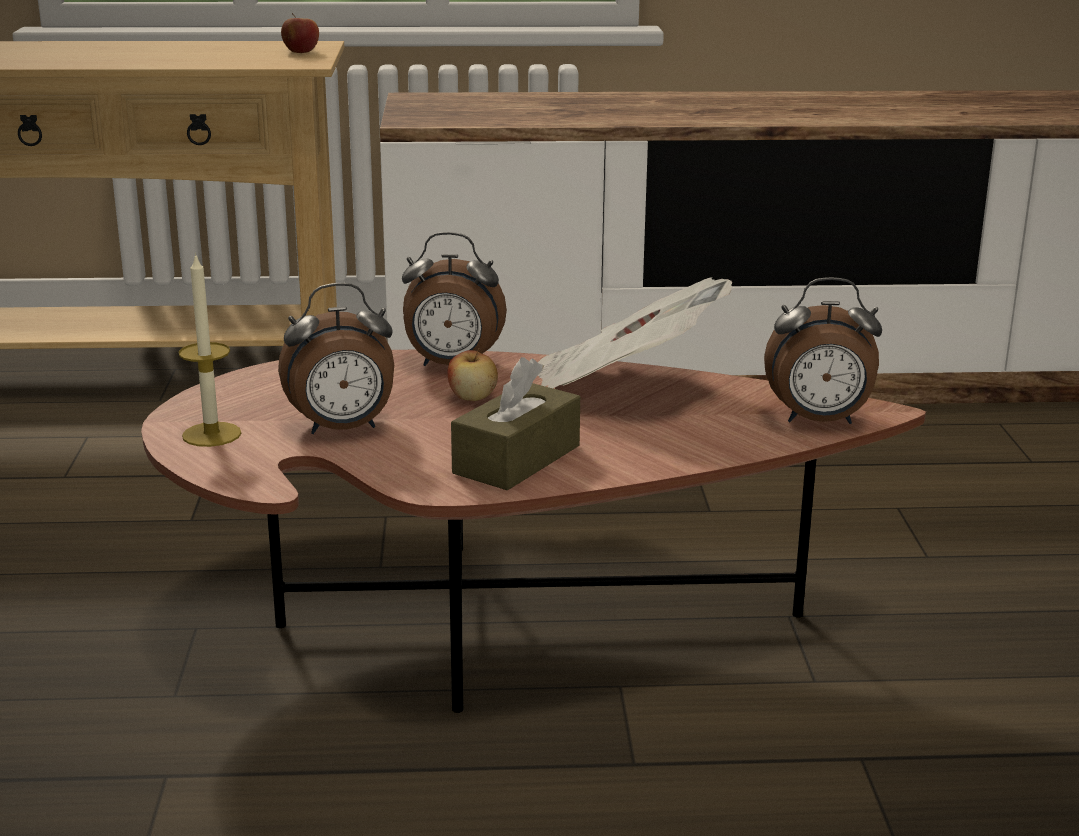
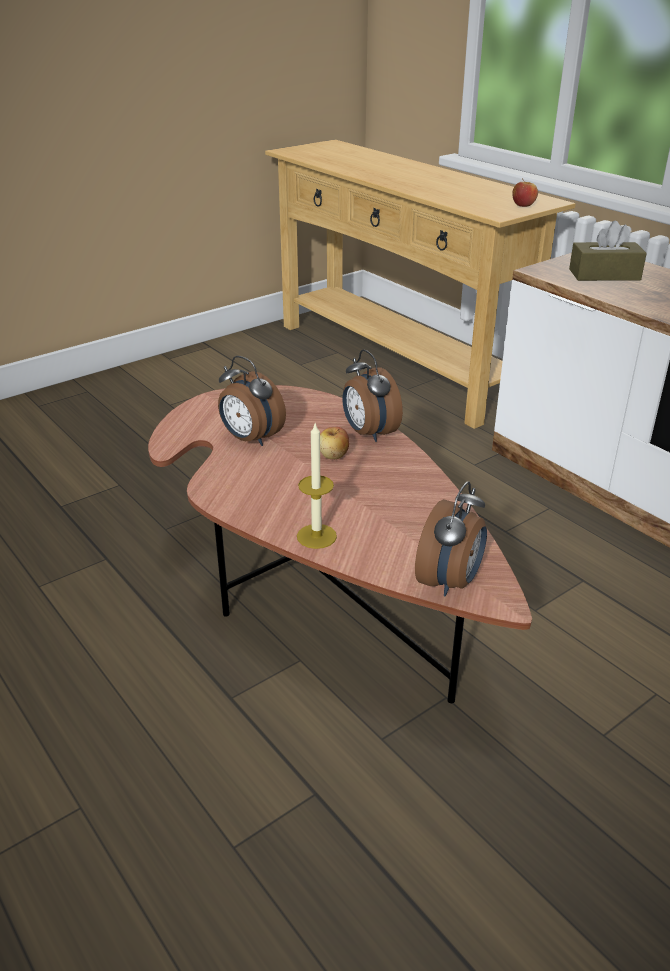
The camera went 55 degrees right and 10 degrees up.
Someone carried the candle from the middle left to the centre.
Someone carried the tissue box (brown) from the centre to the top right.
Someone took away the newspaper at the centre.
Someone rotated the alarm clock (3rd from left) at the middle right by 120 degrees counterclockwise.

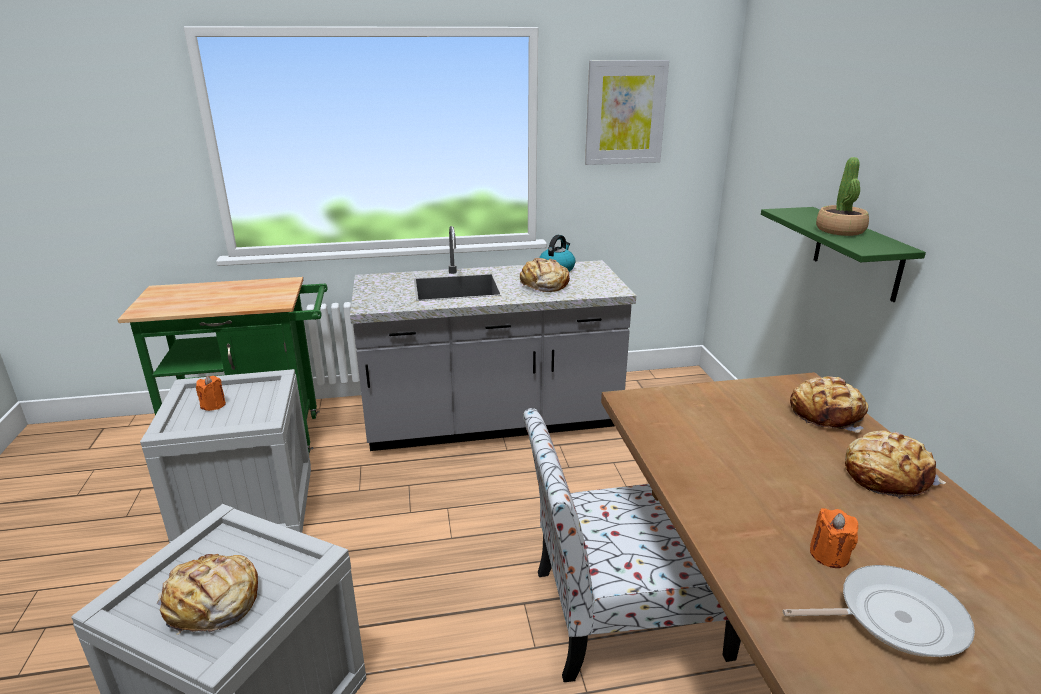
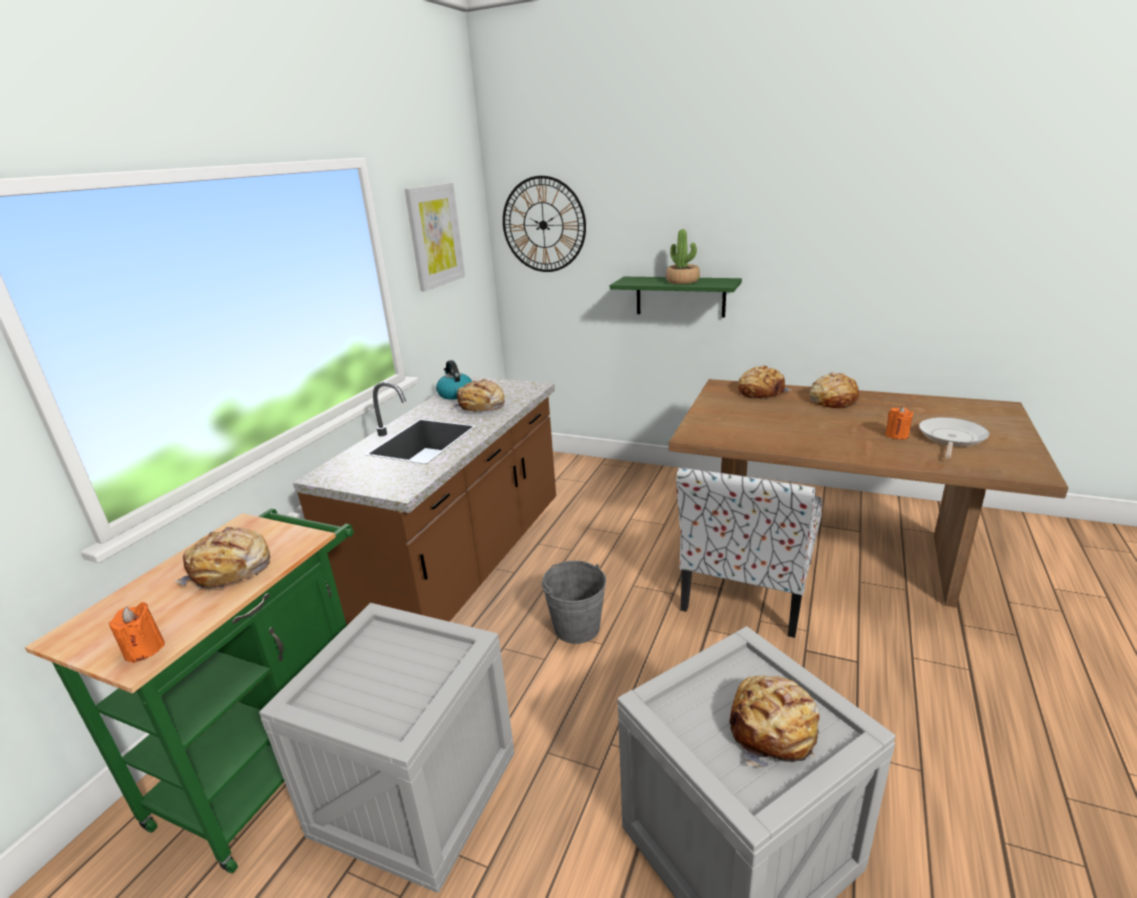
The camera went 55 degrees left and 0 degrees up.
Someone carried the candle (orange) (1st from left) from the middle left to the bottom left.
Someone repainted the counter (grey) at the centre, which became the counter (brown) at the centre.
Someone put down the bread (1st from left) at the middle left.
Someone put up the wall clock at the top centre.
Someone put down the bucket (grey) at the bottom centre.

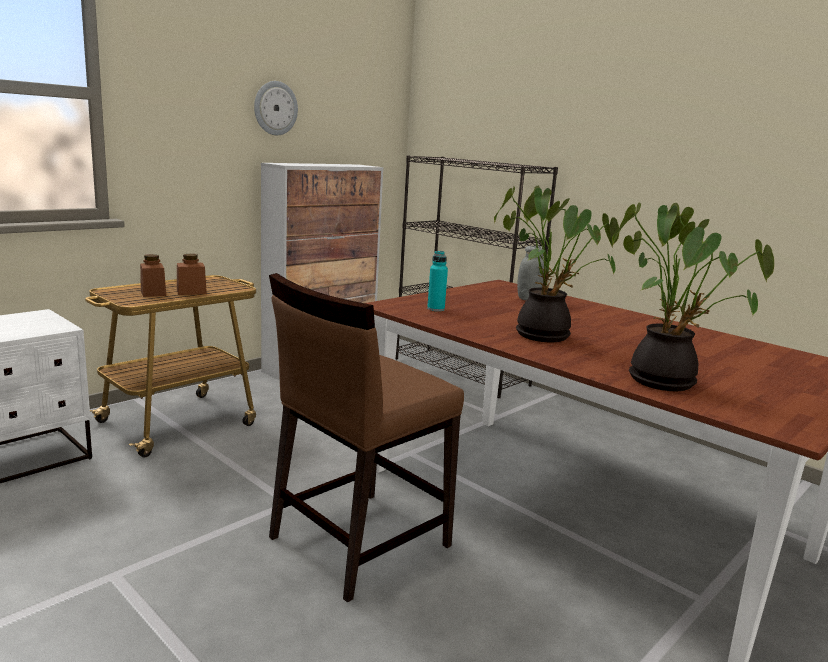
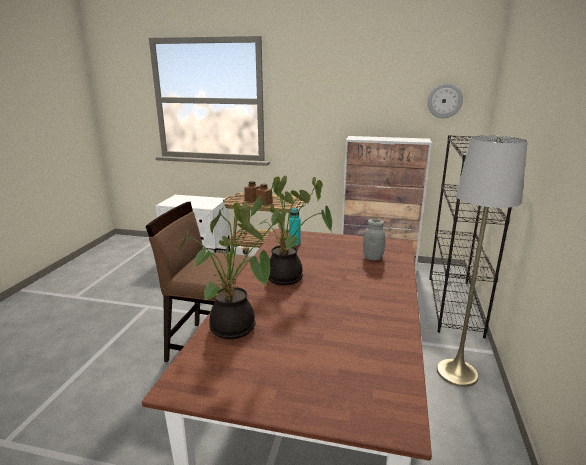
The camera went 60 degrees right and 5 degrees up.
Someone carried the wall clock from the top centre to the top right.
Someone put down the floor lamp (grey) at the middle right.

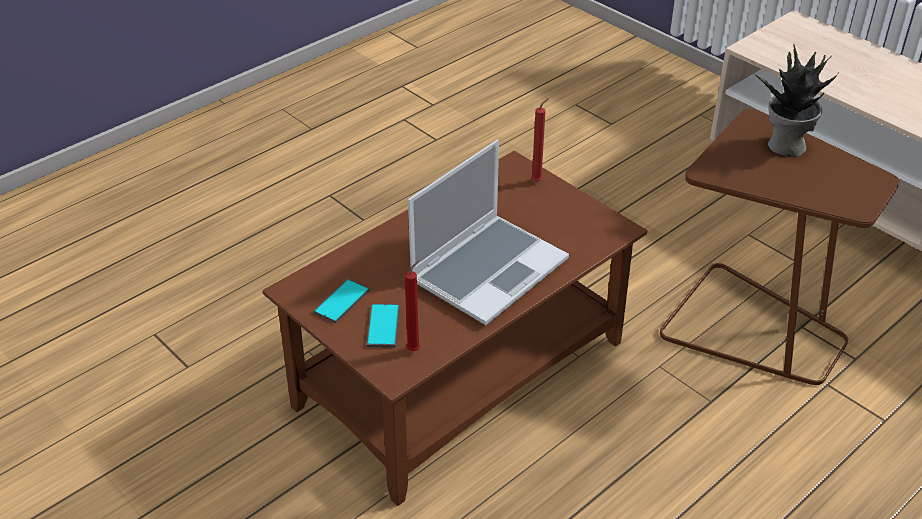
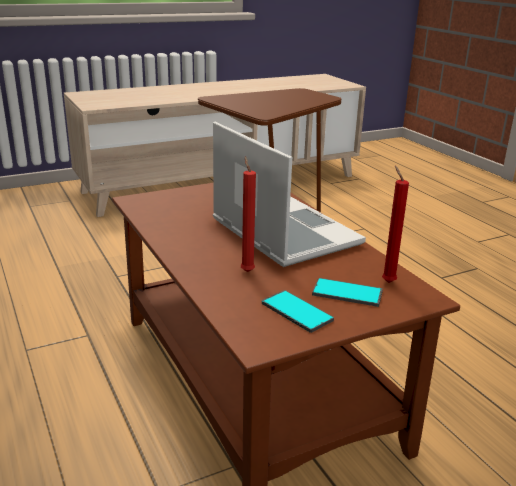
The camera went 75 degrees left and 15 degrees down.
Someone carried the candle (red) (2nd from left in the first image) from the top centre to the centre.
Someone took away the potted plant at the top right.

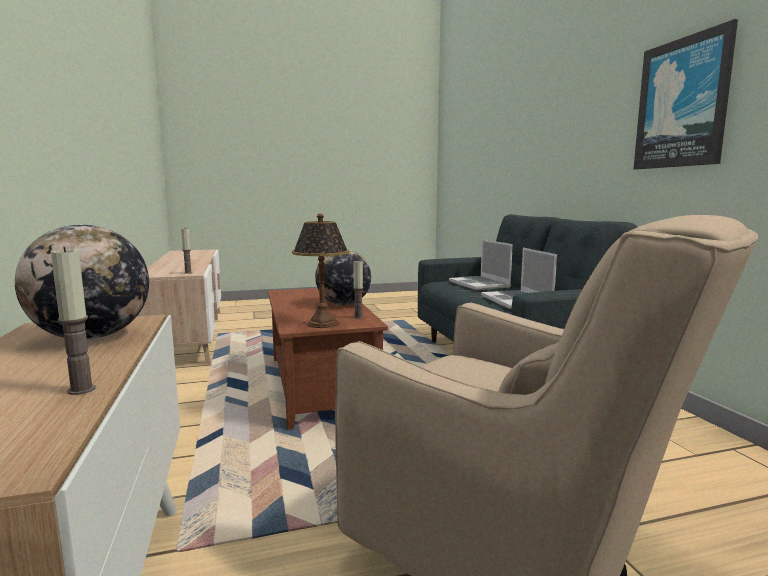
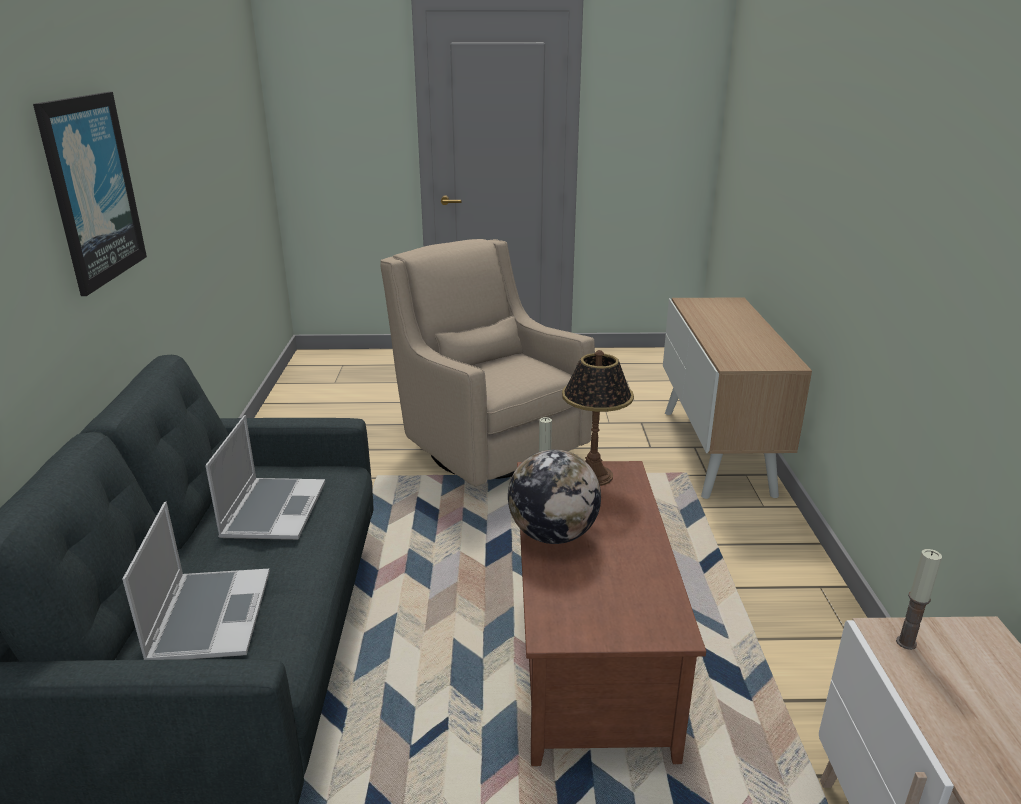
The camera went 165 degrees left and 15 degrees up.
Someone took away the globe (1st from left) at the middle left.
Someone took away the candle (1st from left) at the middle left.

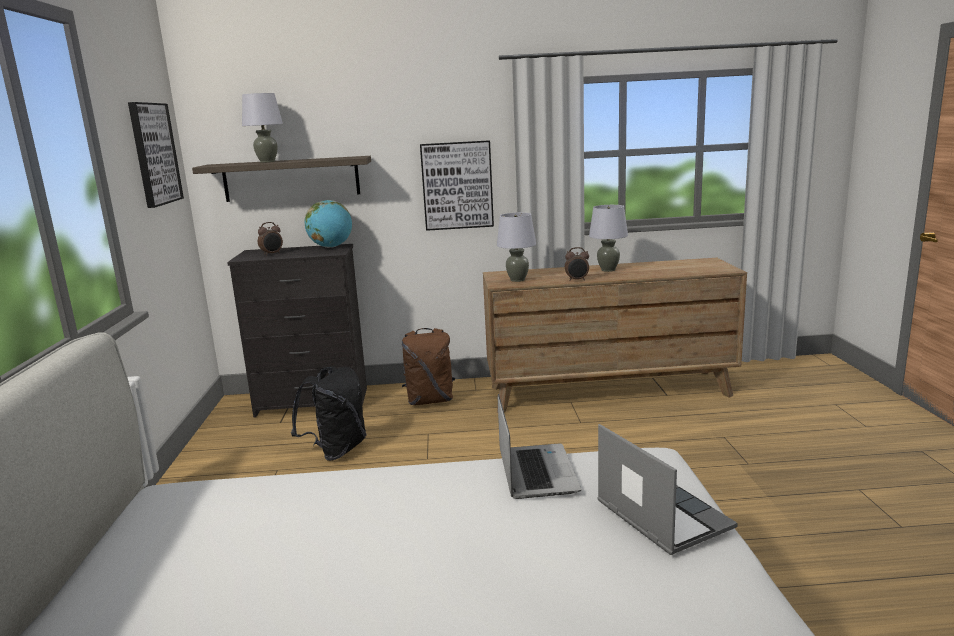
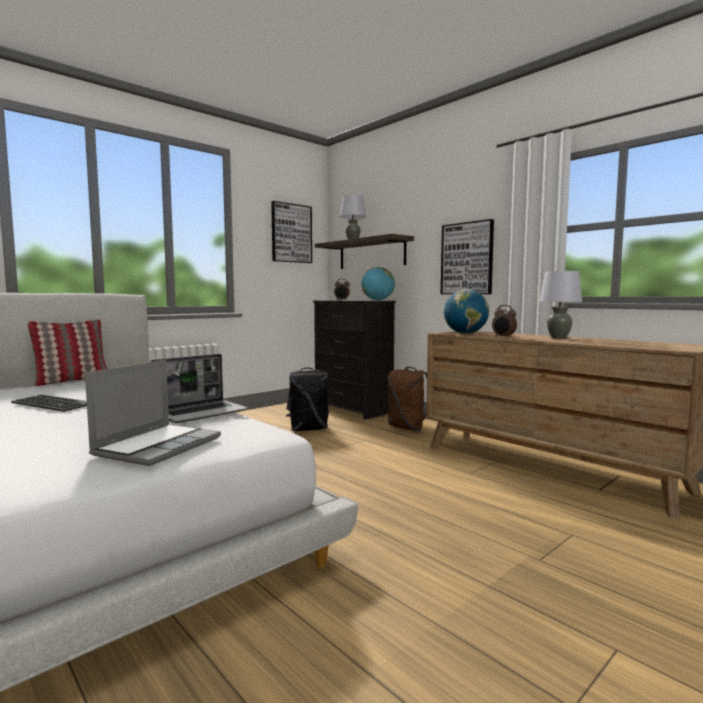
The camera went 50 degrees right and 10 degrees down.
Someone swapped the table lamp (grey) (2nd from left) at the centre for the globe (2nd from left) at the centre.
Someone put down the keyboard at the middle left.
Someone put down the pillow at the middle left.

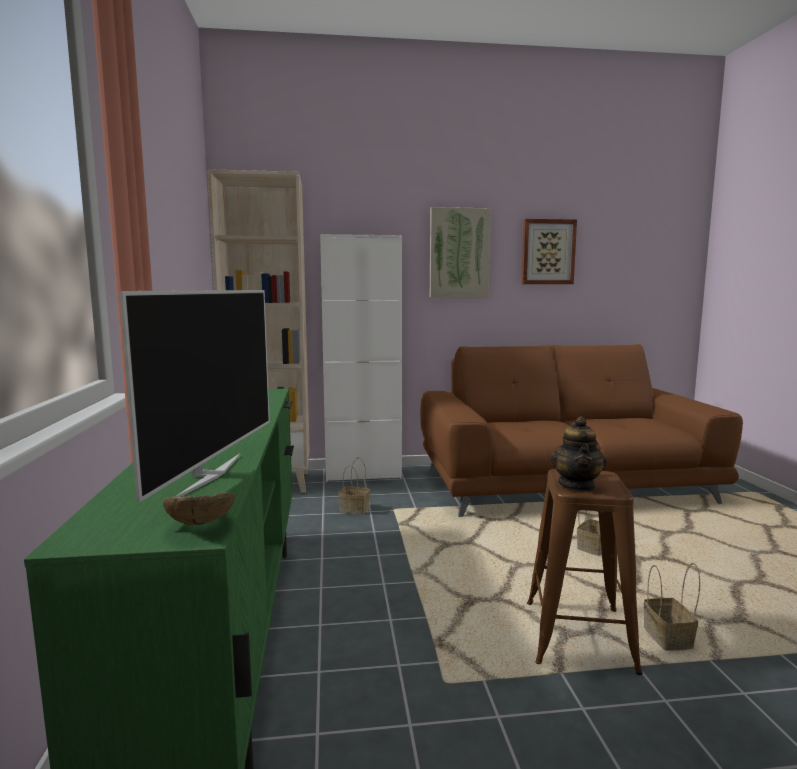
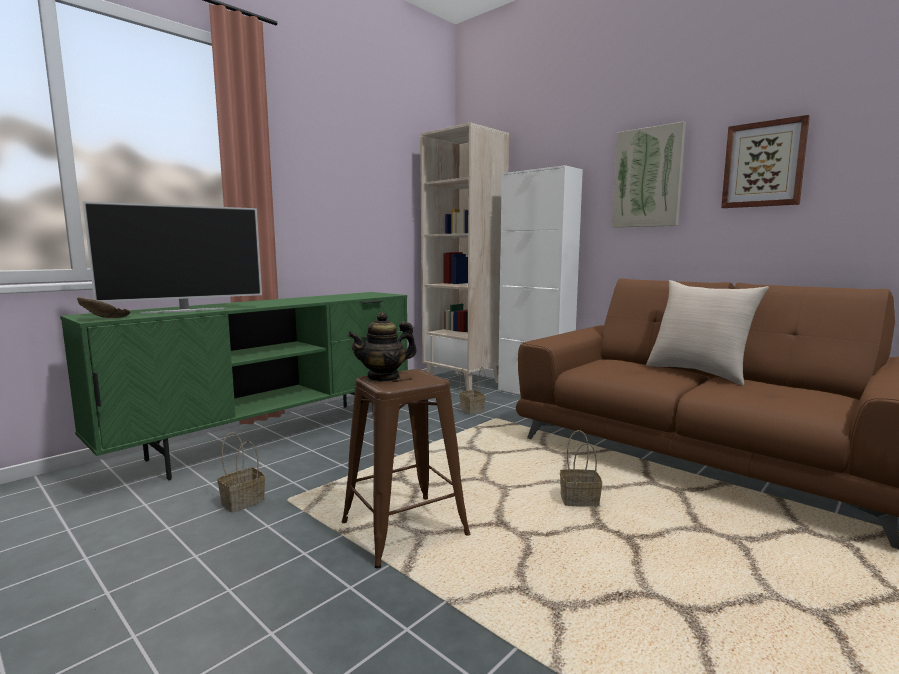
The camera went 50 degrees right and 0 degrees up.
Someone carried the basket (3rd from left in the first image) from the bottom right to the bottom left.
Someone put down the pillow (beige) at the middle right.

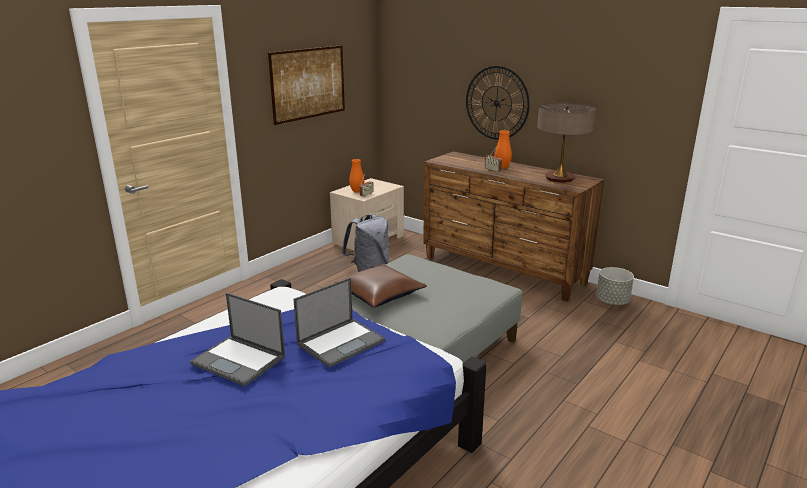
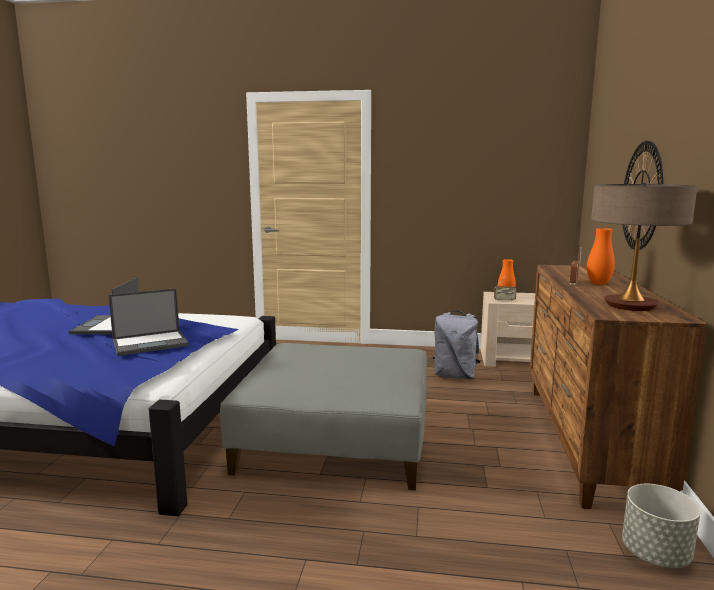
The camera went 60 degrees right and 10 degrees down.
Someone took away the picture at the top centre.
Someone rotated the laptop (2nd from left) at the centre by 45 degrees counterclockwise.
Someone took away the pillow (brown) at the centre.

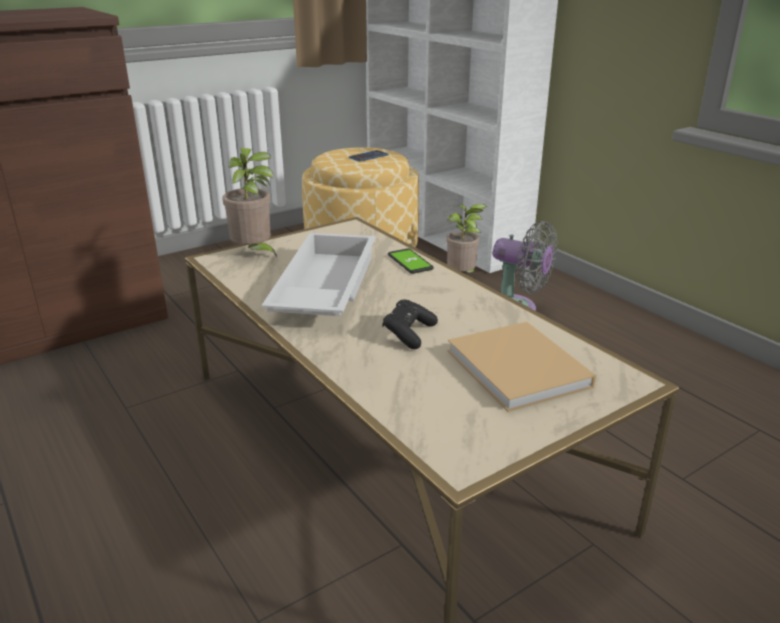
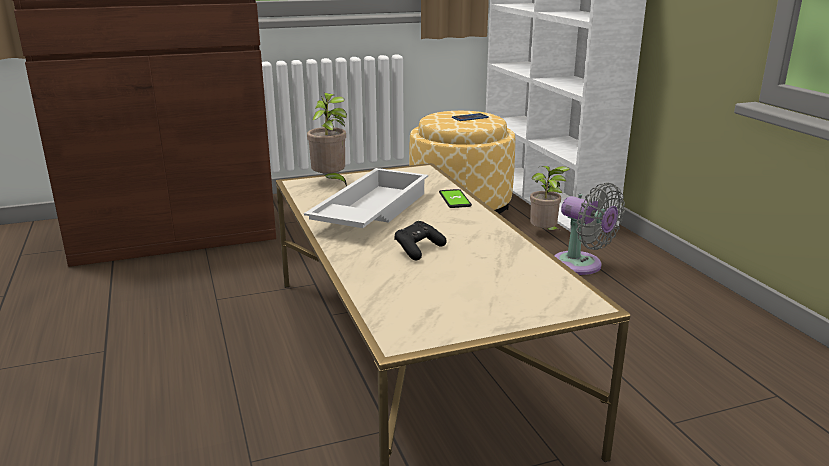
The camera went 15 degrees right and 5 degrees down.
Someone took away the book (beige) at the middle right.

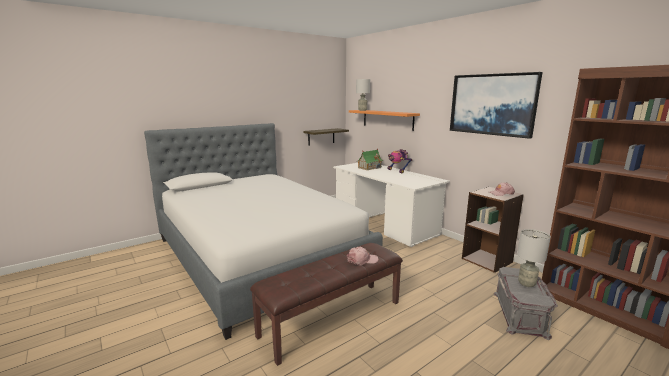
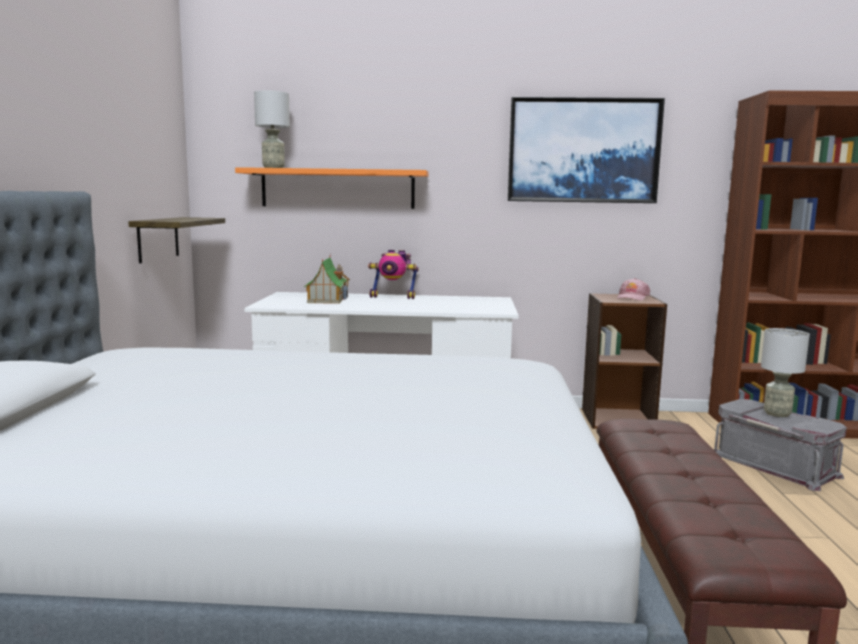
The camera went 50 degrees left and 5 degrees down.
Someone took away the cap (pink) (1st from left) at the bottom centre.

